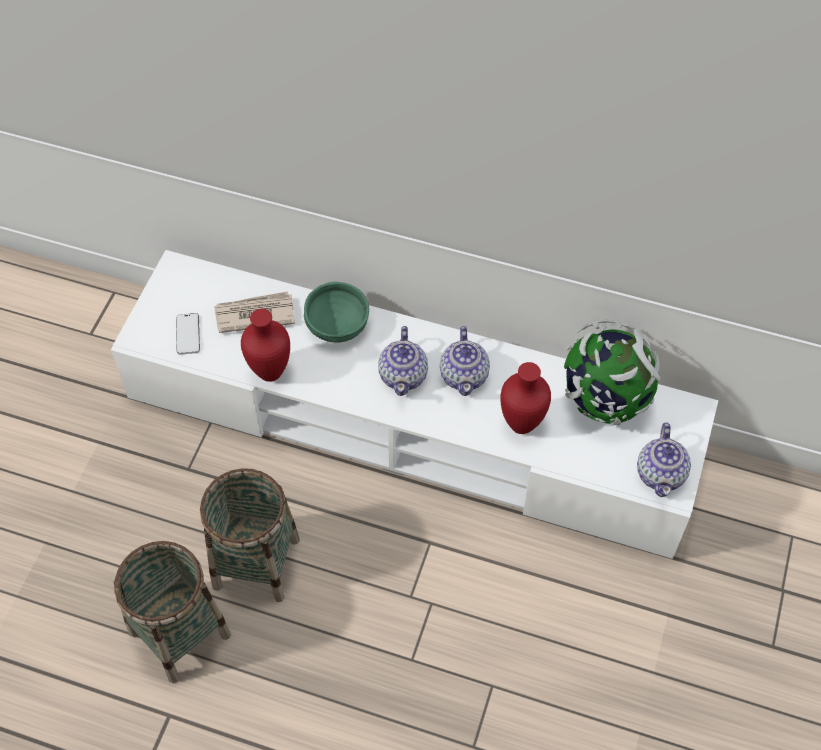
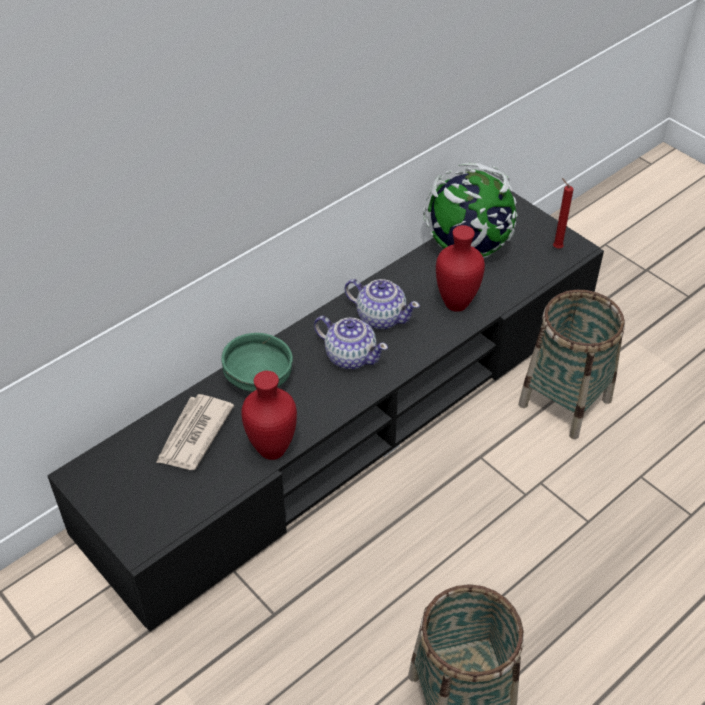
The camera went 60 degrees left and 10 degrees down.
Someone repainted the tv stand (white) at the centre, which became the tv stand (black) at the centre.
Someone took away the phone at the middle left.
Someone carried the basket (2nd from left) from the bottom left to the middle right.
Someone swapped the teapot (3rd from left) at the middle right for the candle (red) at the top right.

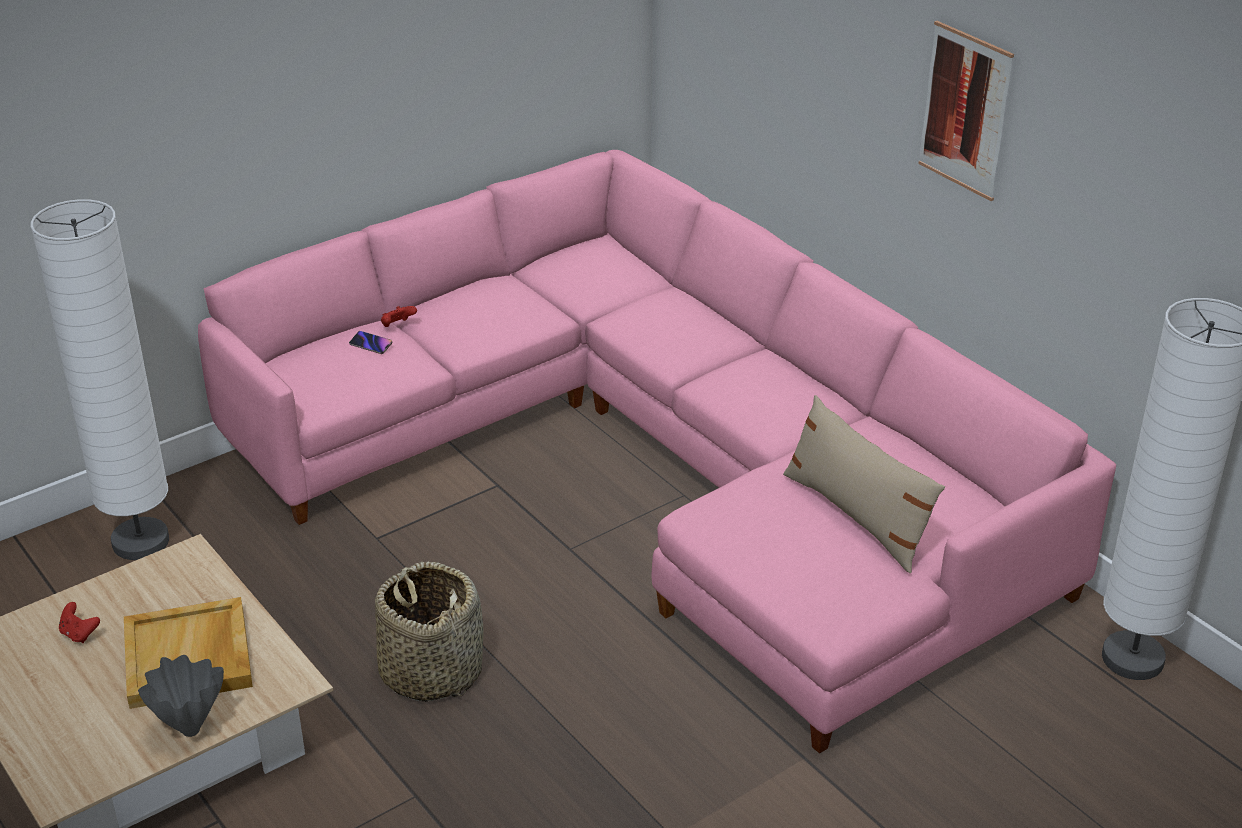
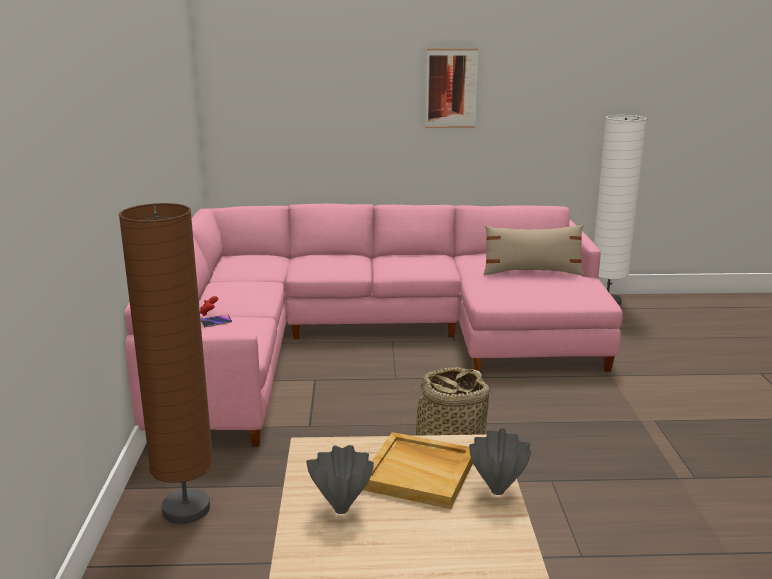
The camera went 55 degrees left and 15 degrees down.
Someone repainted the floor lamp (white) (1st from left) at the middle left, which became the floor lamp (brown) at the middle left.
Someone swapped the game controller (red) (1st from left) at the bottom left for the vase (grey) (1st from left) at the bottom centre.

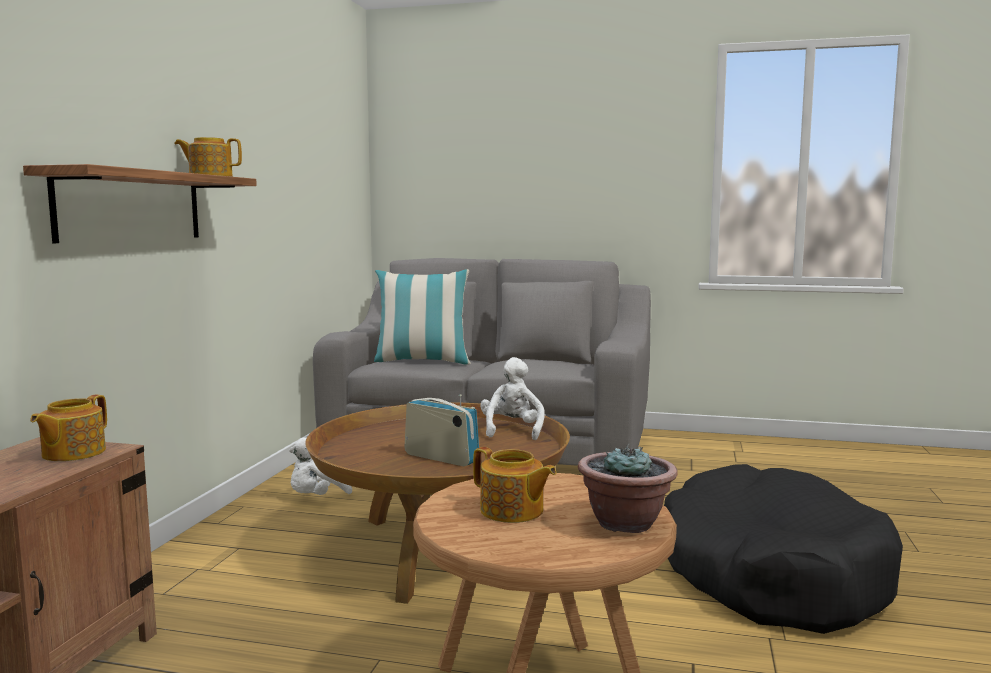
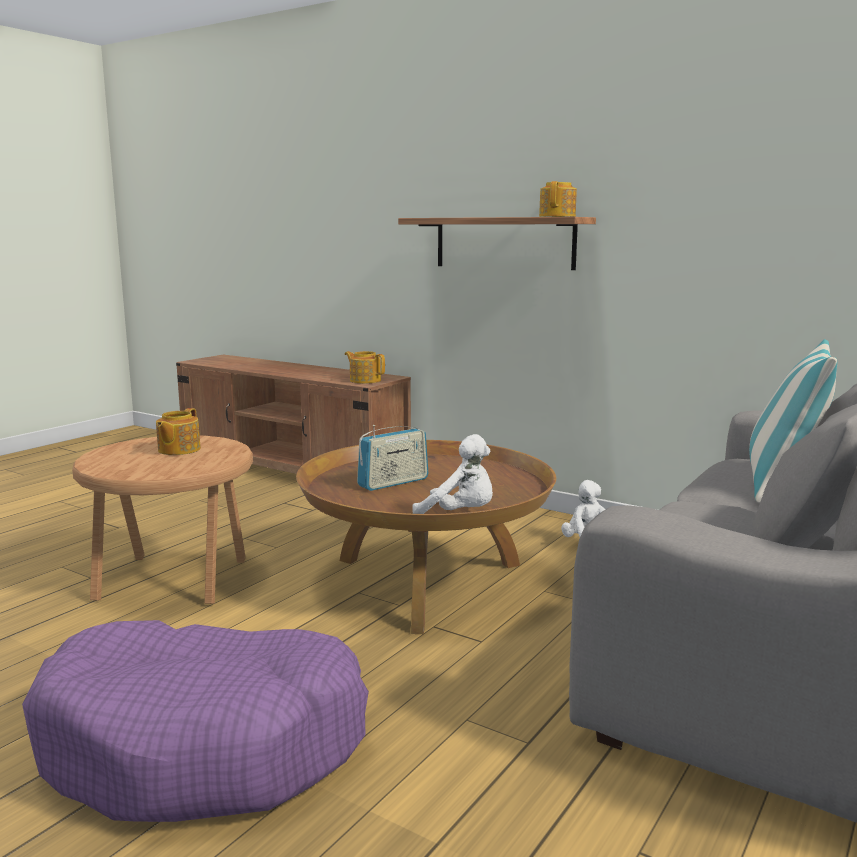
The camera went 110 degrees right and 5 degrees up.
Someone rotated the teapot (3rd from left in the first image) at the bottom centre by 45 degrees counterclockwise.
Someone took away the potted plant at the bottom centre.
Someone repainted the dog bed (black) at the bottom right, which became the dog bed (purple) at the bottom left.

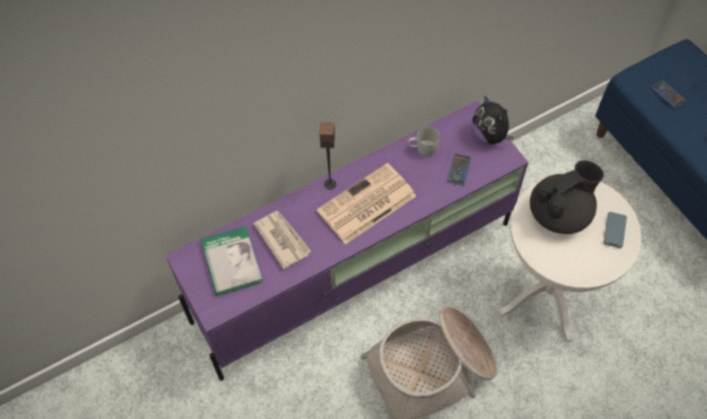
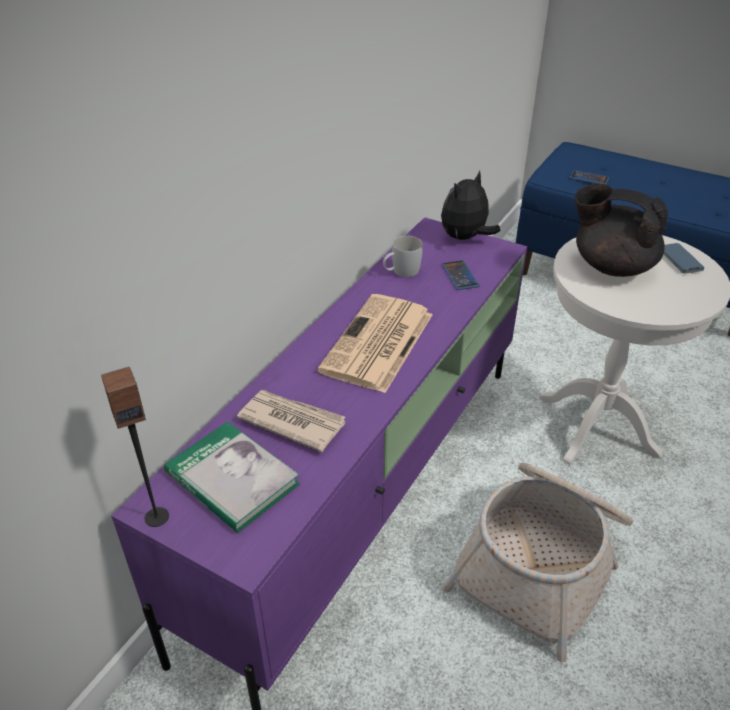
The camera went 30 degrees left and 20 degrees down.
Someone carried the speaker from the centre to the middle left.
Someone rotated the plush toy at the top right by 105 degrees clockwise.
Someone rotated the teapot (black) at the middle right by 90 degrees counterclockwise.

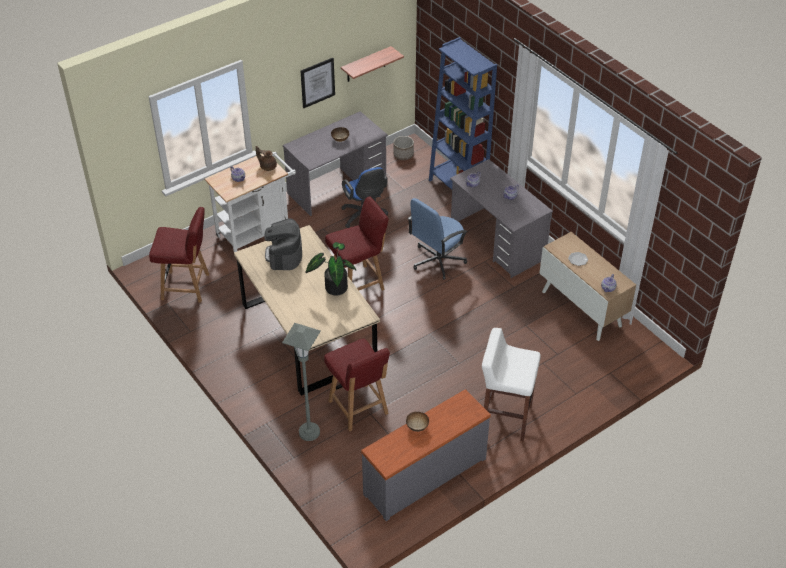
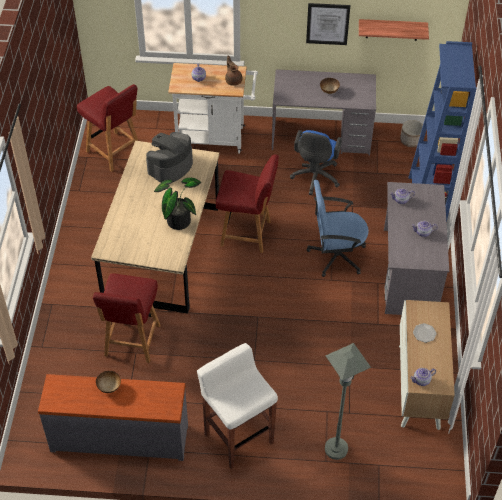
The camera went 40 degrees right and 5 degrees up.
Someone carried the floor lamp (grey) from the bottom centre to the bottom right.

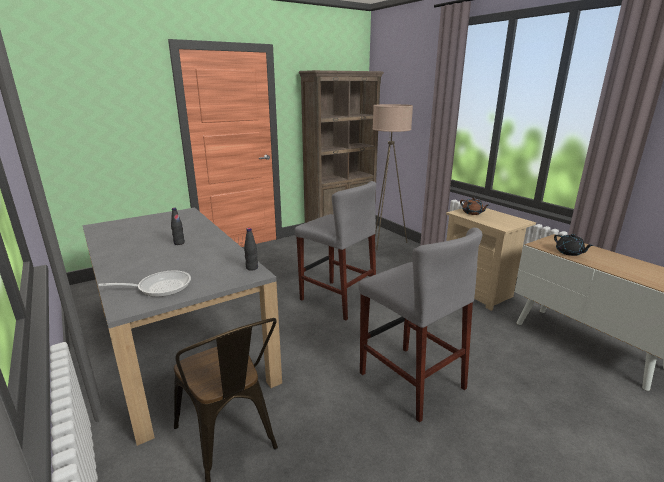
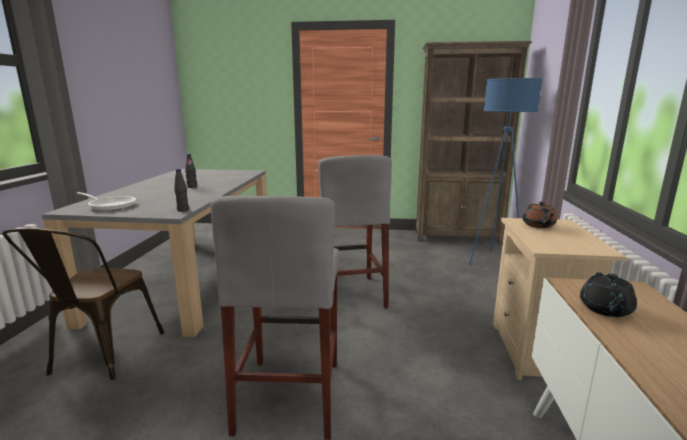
The camera went 40 degrees right and 5 degrees down.
Someone repainted the floor lamp (beige) at the centre, which became the floor lamp (blue) at the middle right.

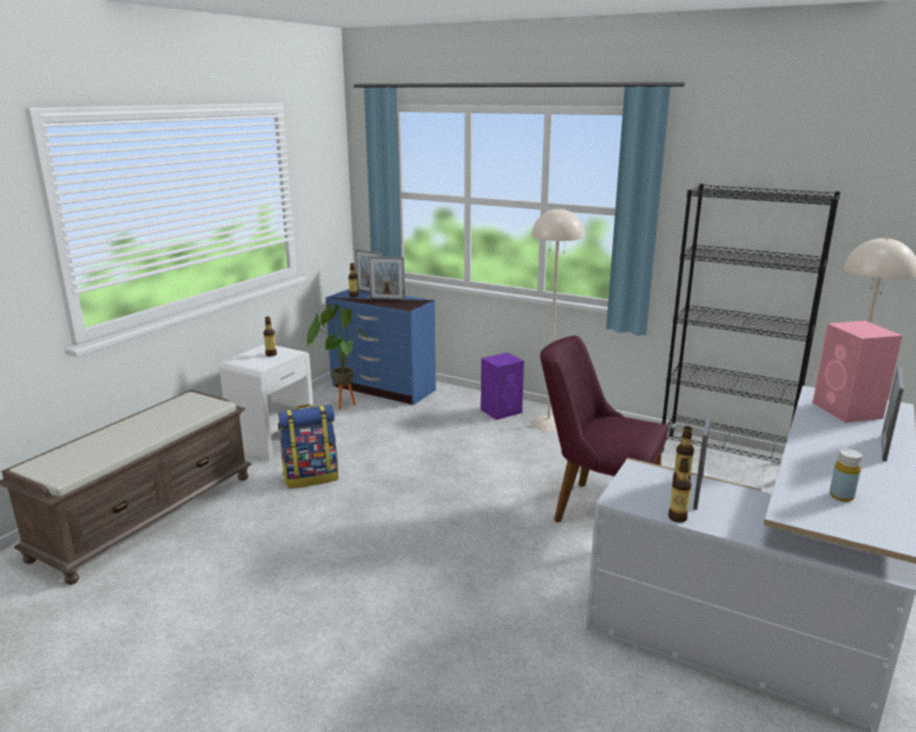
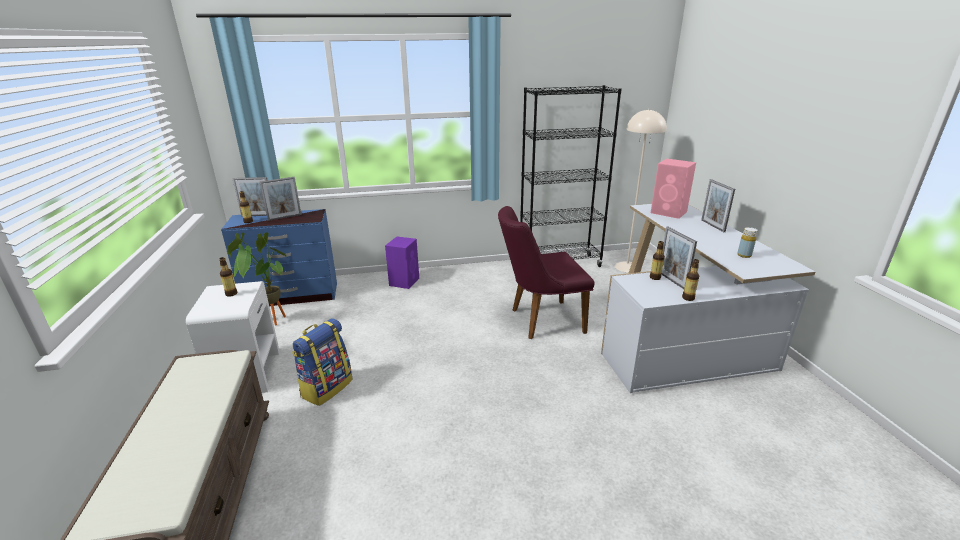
The camera went 40 degrees left and 5 degrees up.
Someone took away the floor lamp (beige) (1st from left) at the centre.

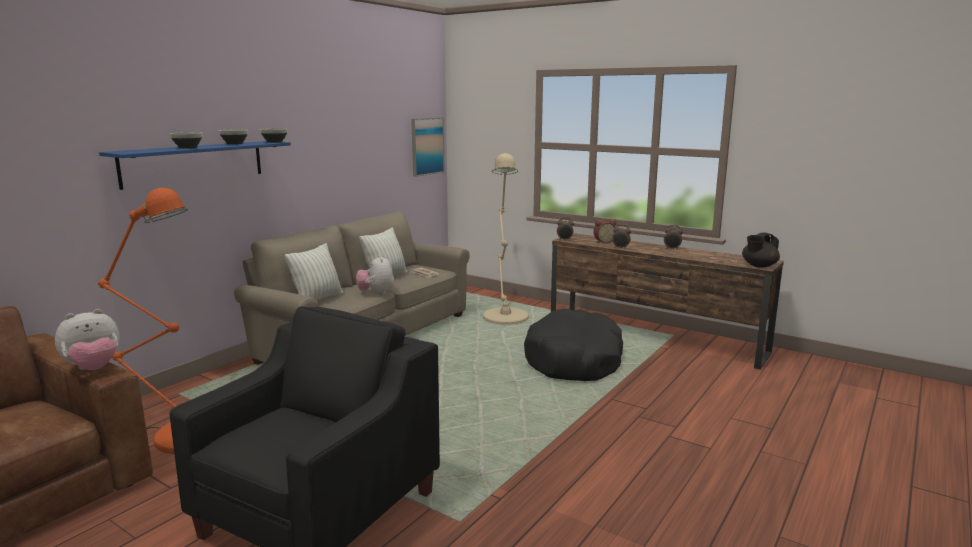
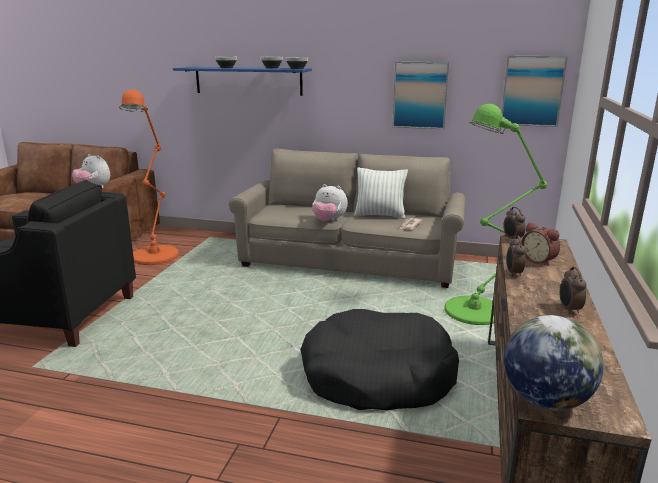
The camera went 70 degrees right and 5 degrees up.
Someone took away the pillow (1st from left) at the middle left.
Someone rotated the plush toy (2nd from left) at the centre by 120 degrees counterclockwise.
Someone repainted the floor lamp (beige) at the centre, which became the floor lamp (green) at the middle right.
Someone swapped the teapot (black) at the middle right for the globe at the bottom right.
Someone put up the picture (1st from left) at the top centre.

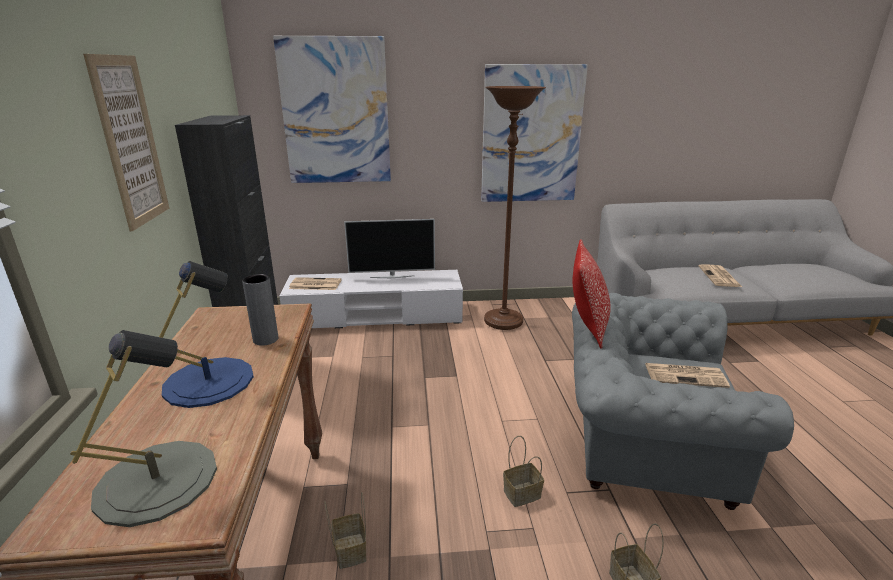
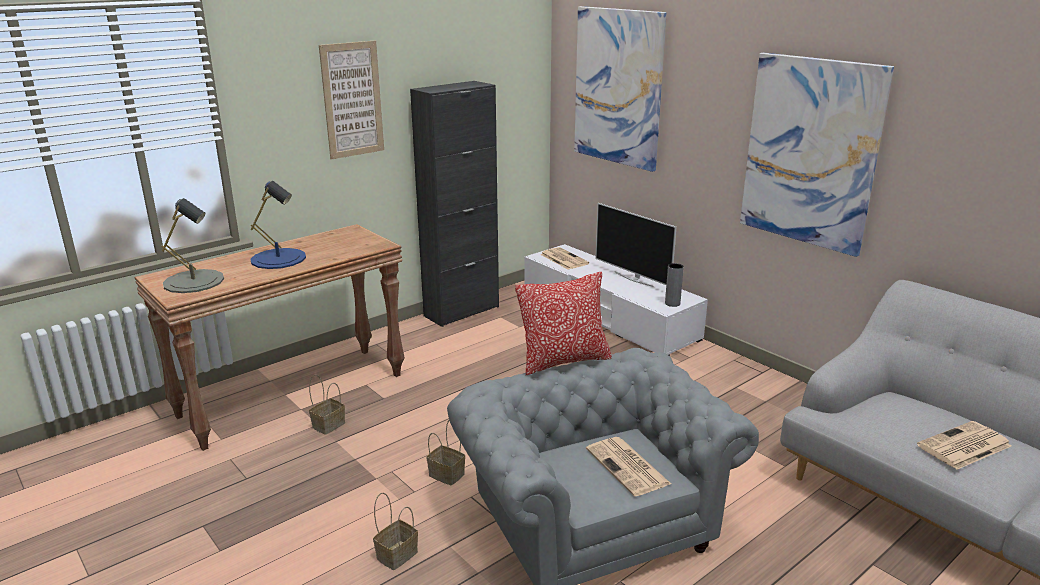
The camera went 55 degrees right and 0 degrees up.
Someone carried the vase (grey) from the middle left to the centre.
Someone took away the floor lamp (brown) at the centre.

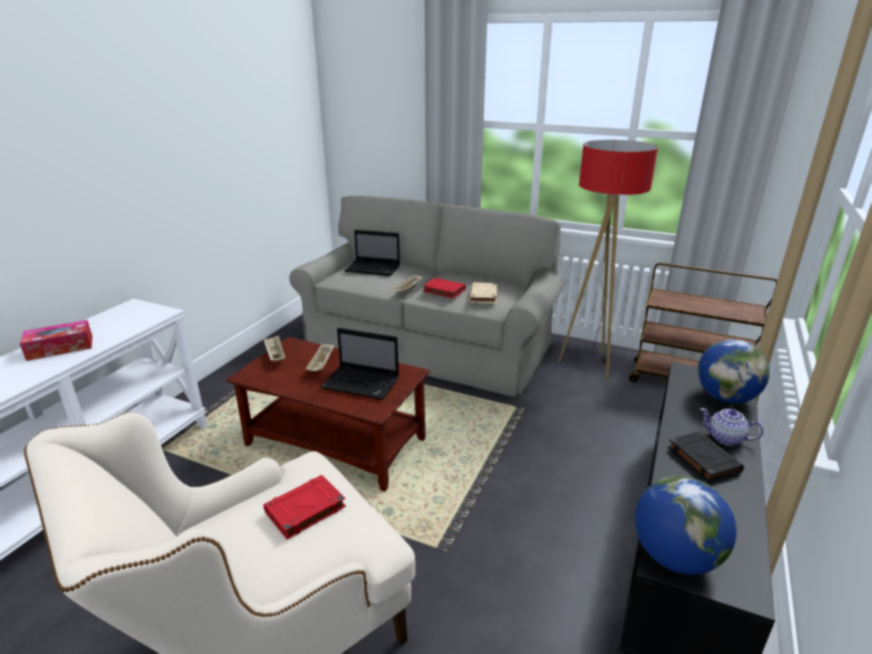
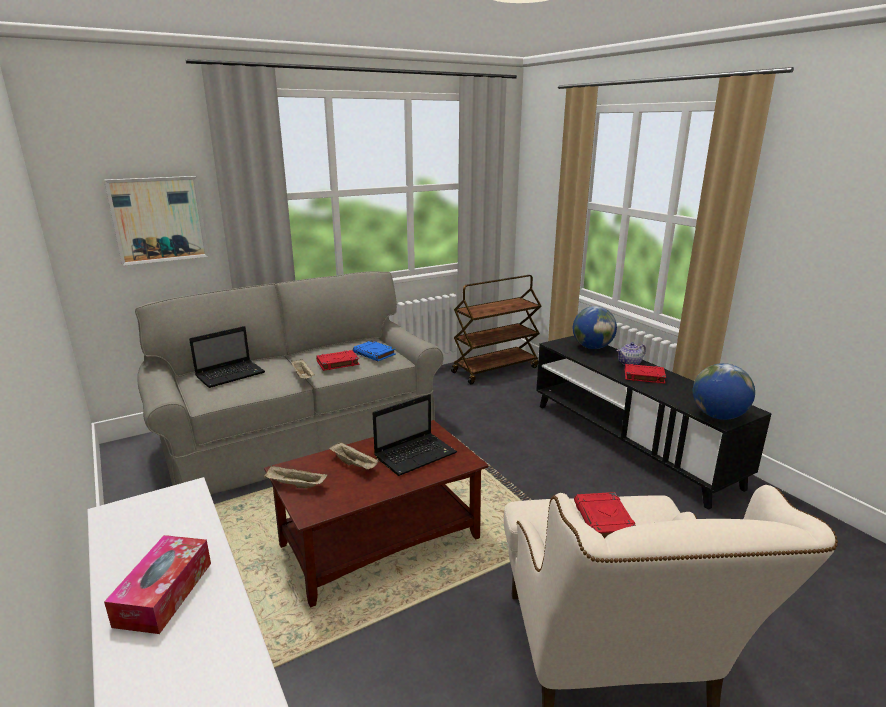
The camera went 55 degrees left and 5 degrees down.
Someone repainted the book (beige) at the centre, which became the book (blue) at the centre.
Someone took away the floor lamp at the middle right.
Someone repainted the book (black) at the bottom right, which became the book (red) (3rd from left) at the middle right.
Someone put up the picture at the top left.

